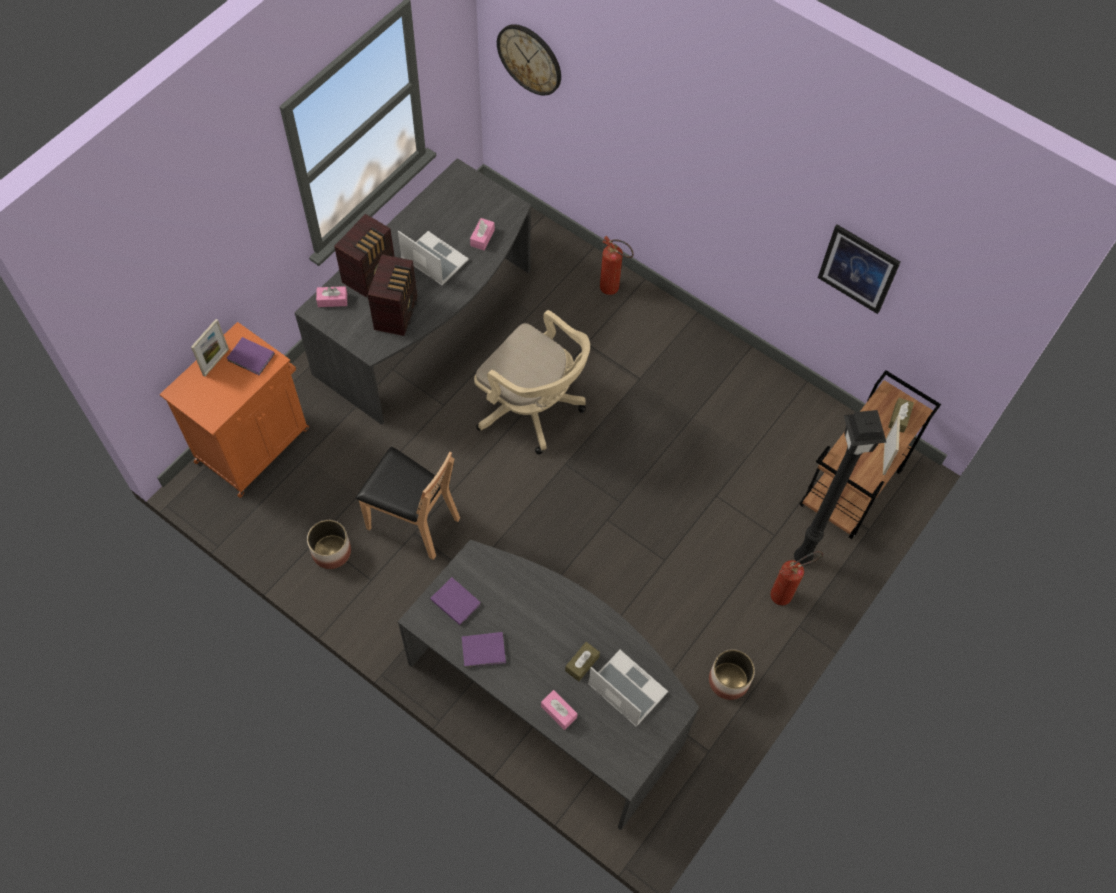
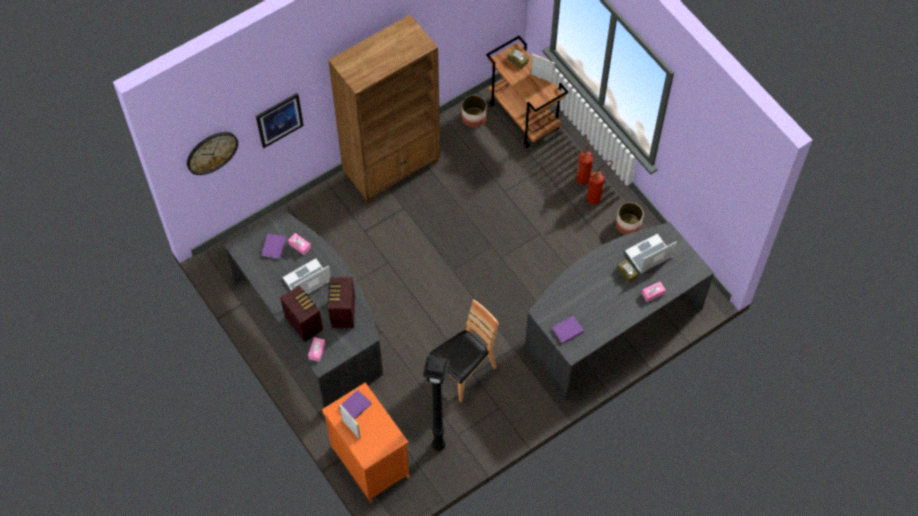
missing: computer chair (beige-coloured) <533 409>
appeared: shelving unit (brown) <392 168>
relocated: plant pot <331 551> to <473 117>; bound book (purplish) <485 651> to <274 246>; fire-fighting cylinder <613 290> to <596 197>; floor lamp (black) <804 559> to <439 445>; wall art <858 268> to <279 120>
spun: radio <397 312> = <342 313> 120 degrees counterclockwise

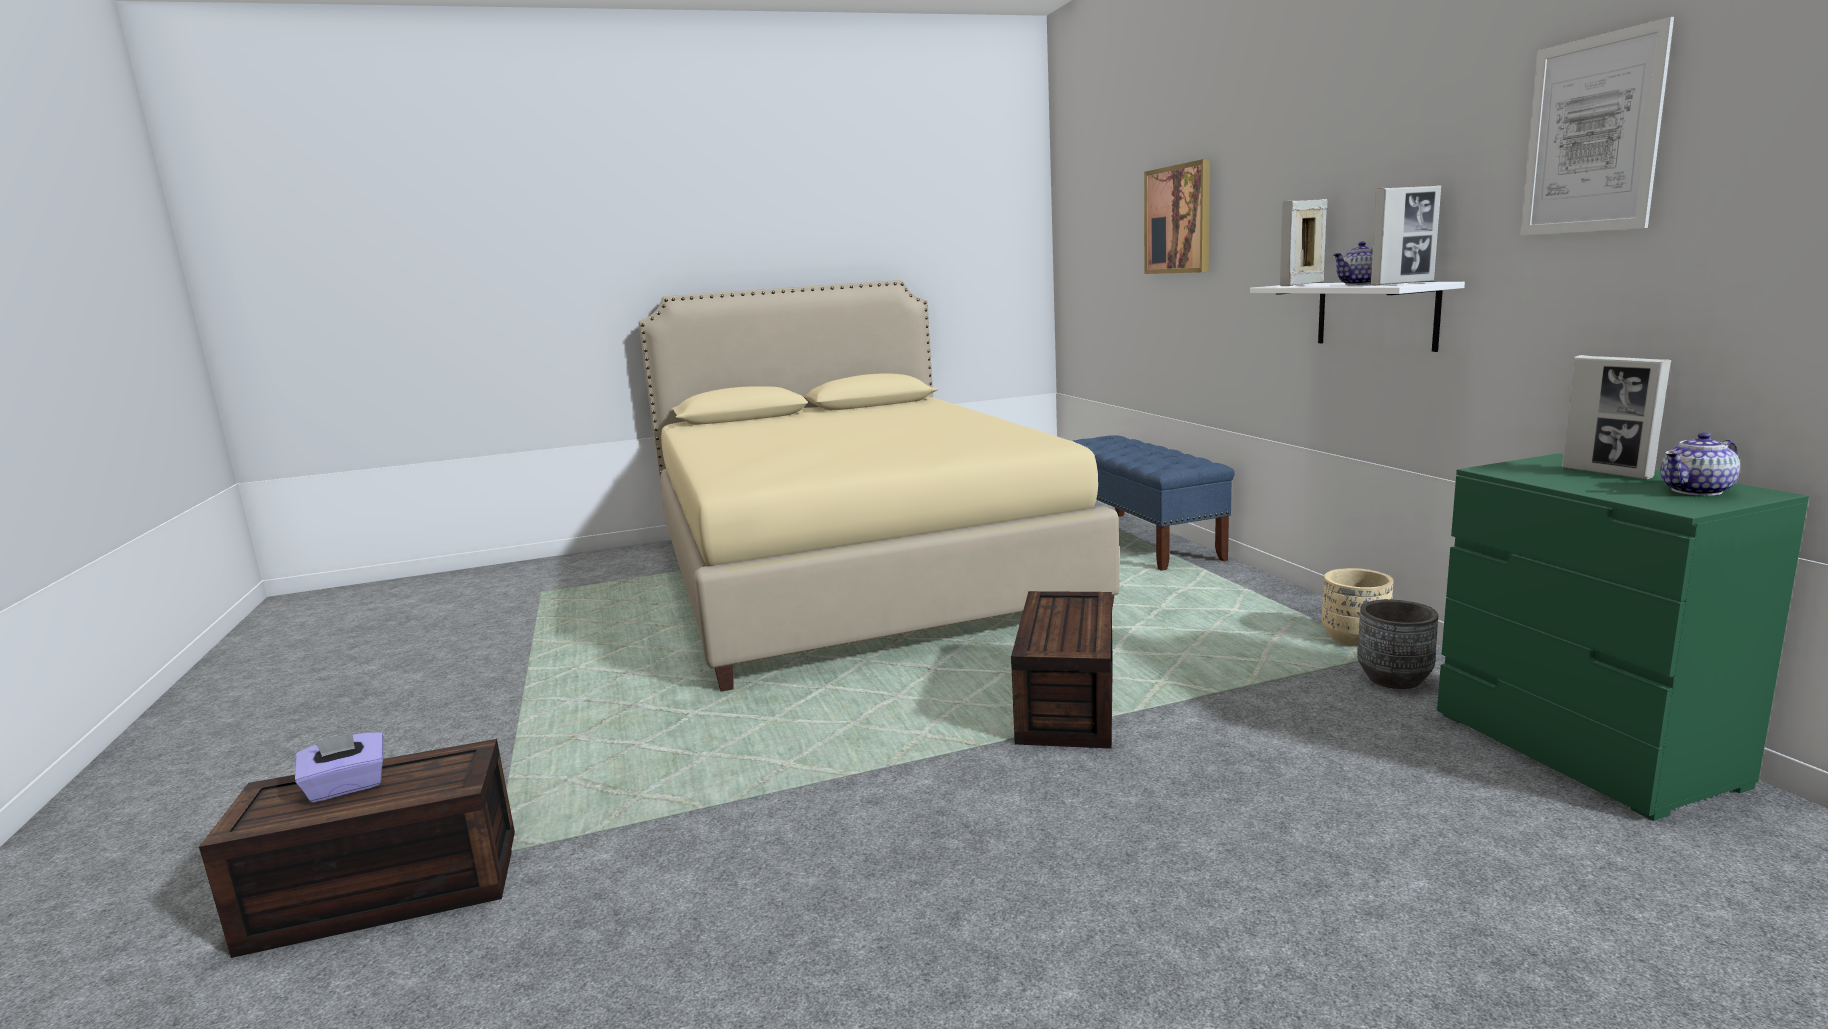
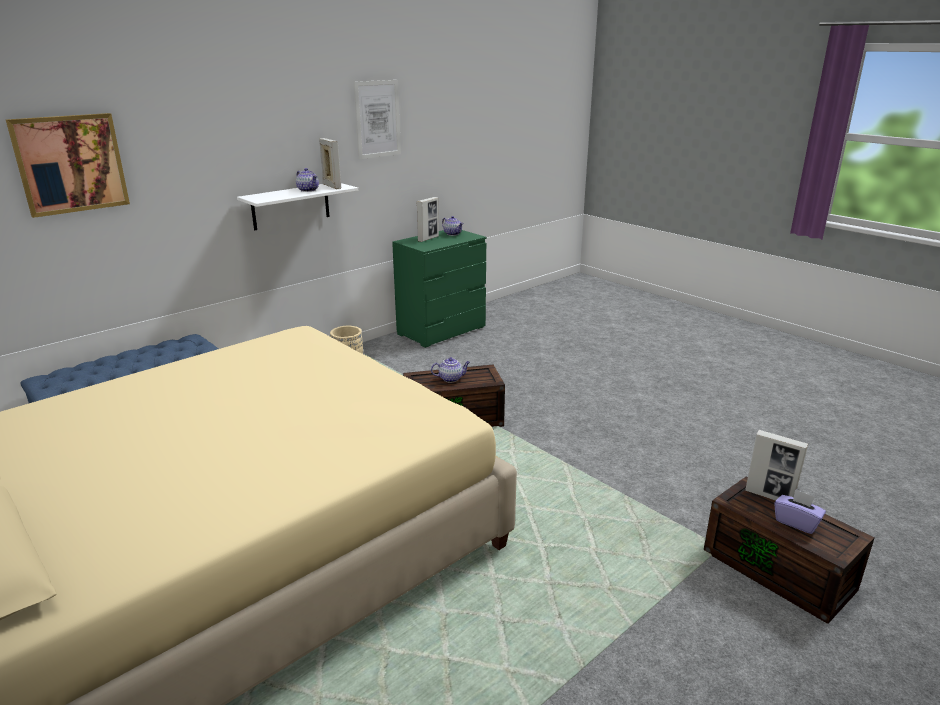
missing: plant pot (grey) <1394 679>
appeared: teapot <451 378>
relocated: standing frame <1301 284> to <769 496>

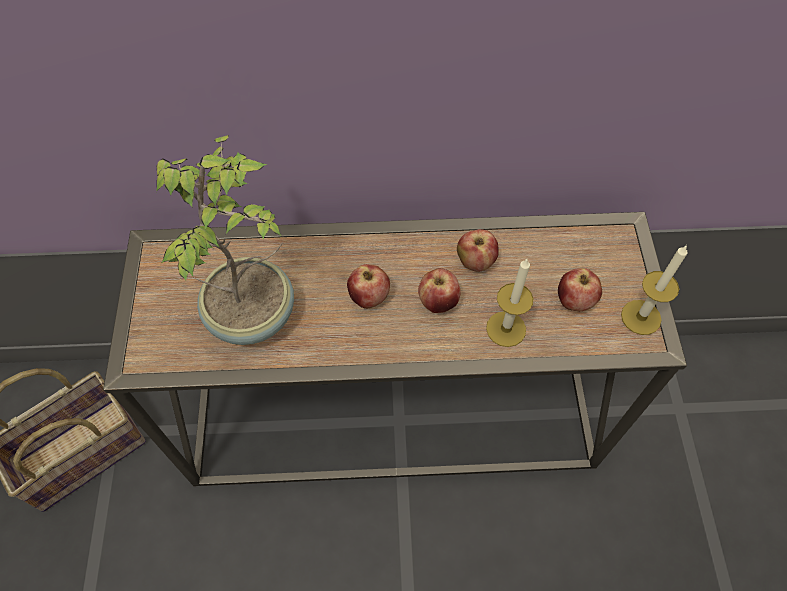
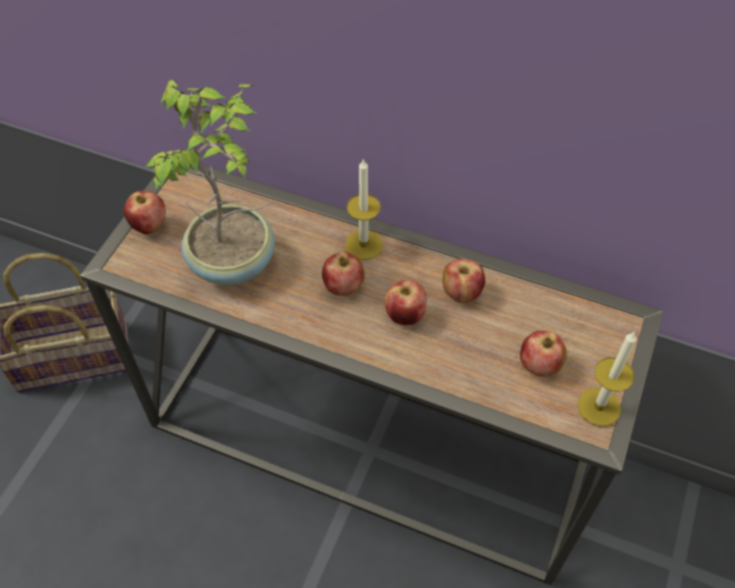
appeared: whole apple <149 226>
relocated: candle <506 329> to <363 245>

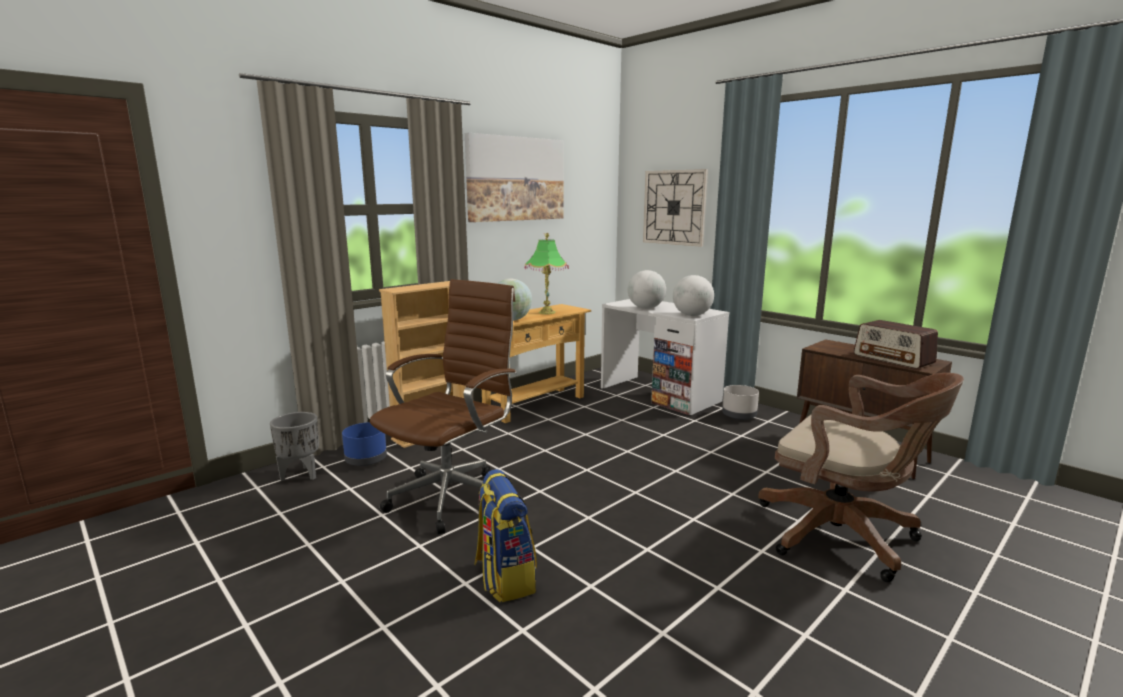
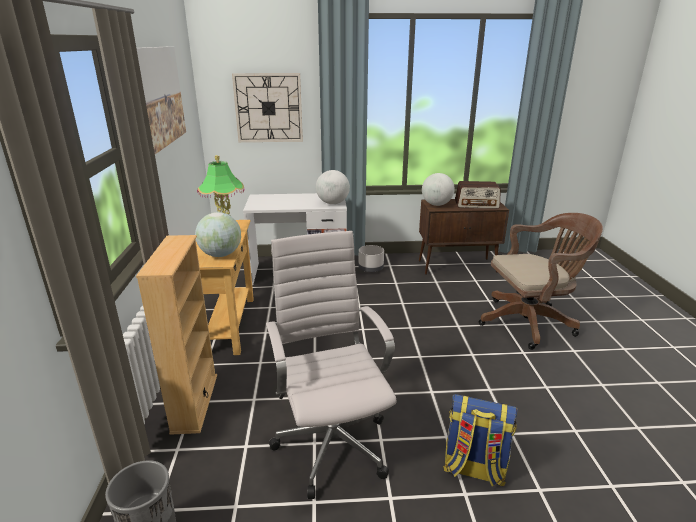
missing: plant pot (blue) <366 460>
relocated: desk globe <645 308> to <436 204>
colour: computer chair (brown) <453 496> to computer chair (whitish) <331 442>

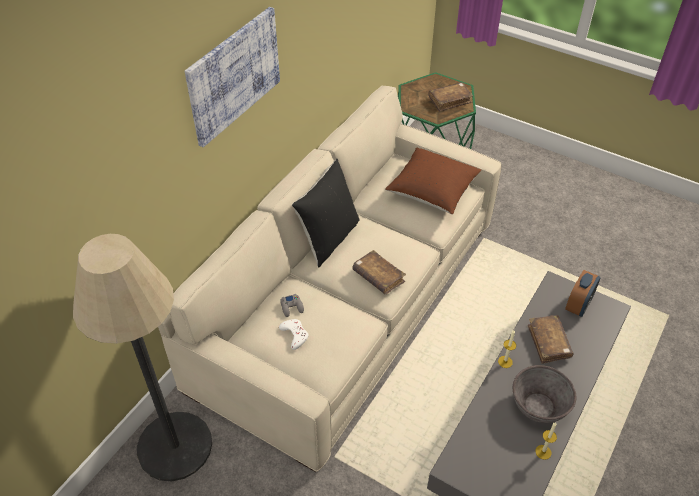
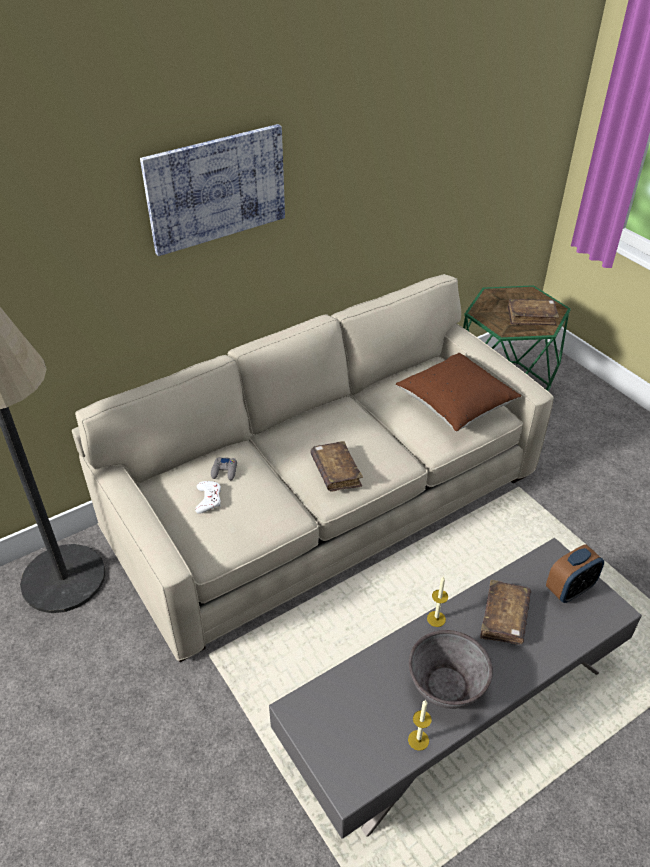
missing: pillow (black) <328 238>

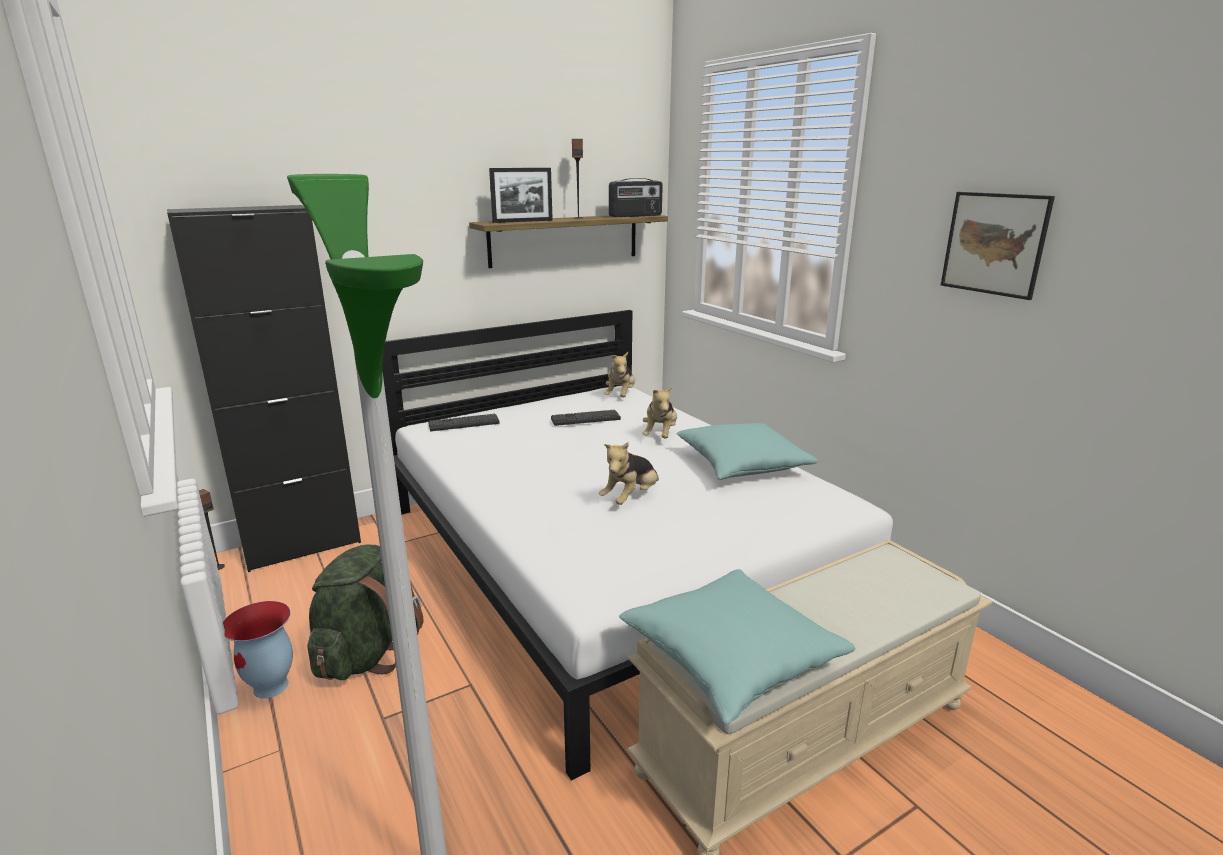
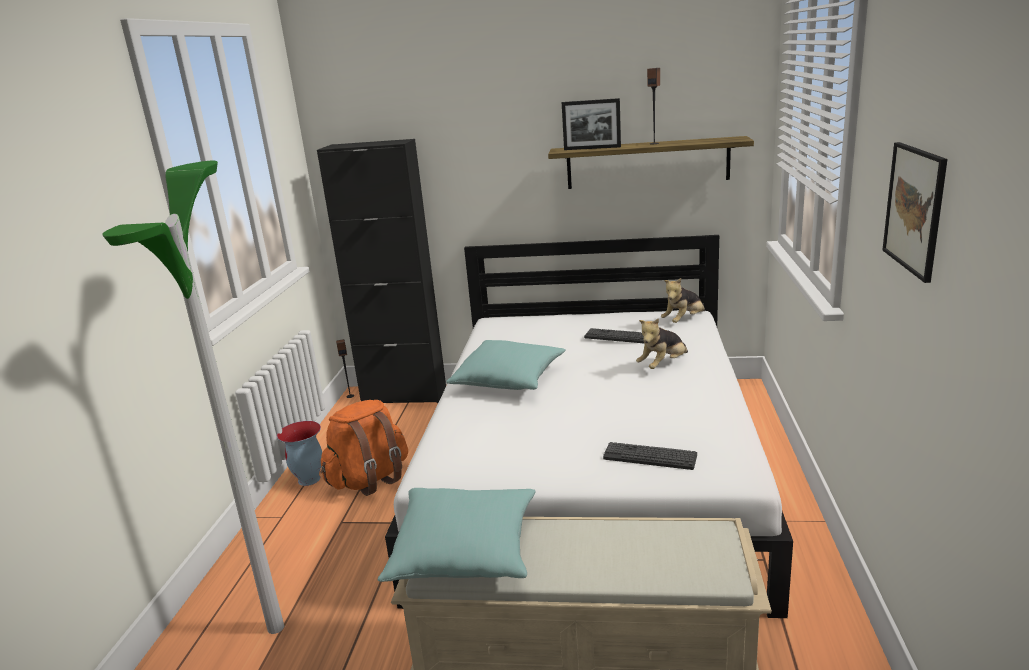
missing: cuddly toy <631 498>; radio <635 216>
relocated: PC keyboard <464 423> to <649 457>; pillow (turquoise-coloured) <742 465> to <509 380>
colour: rucksack (green-coloured) <365 655> to rucksack (orange) <369 479>

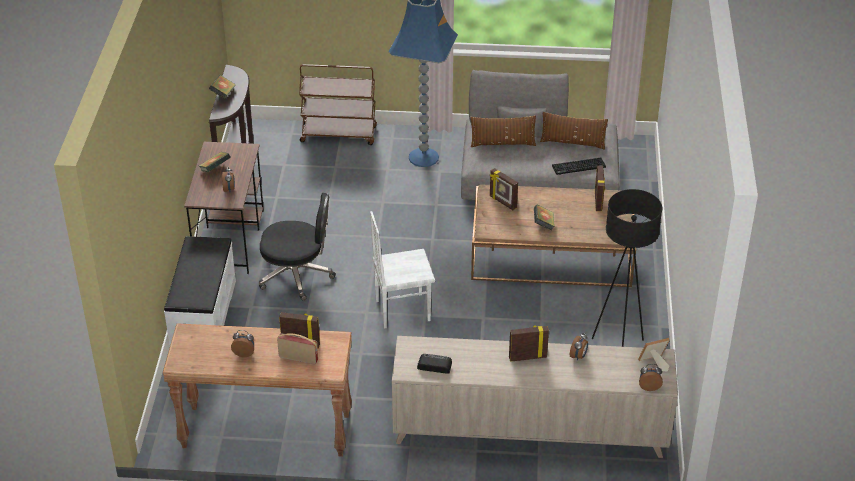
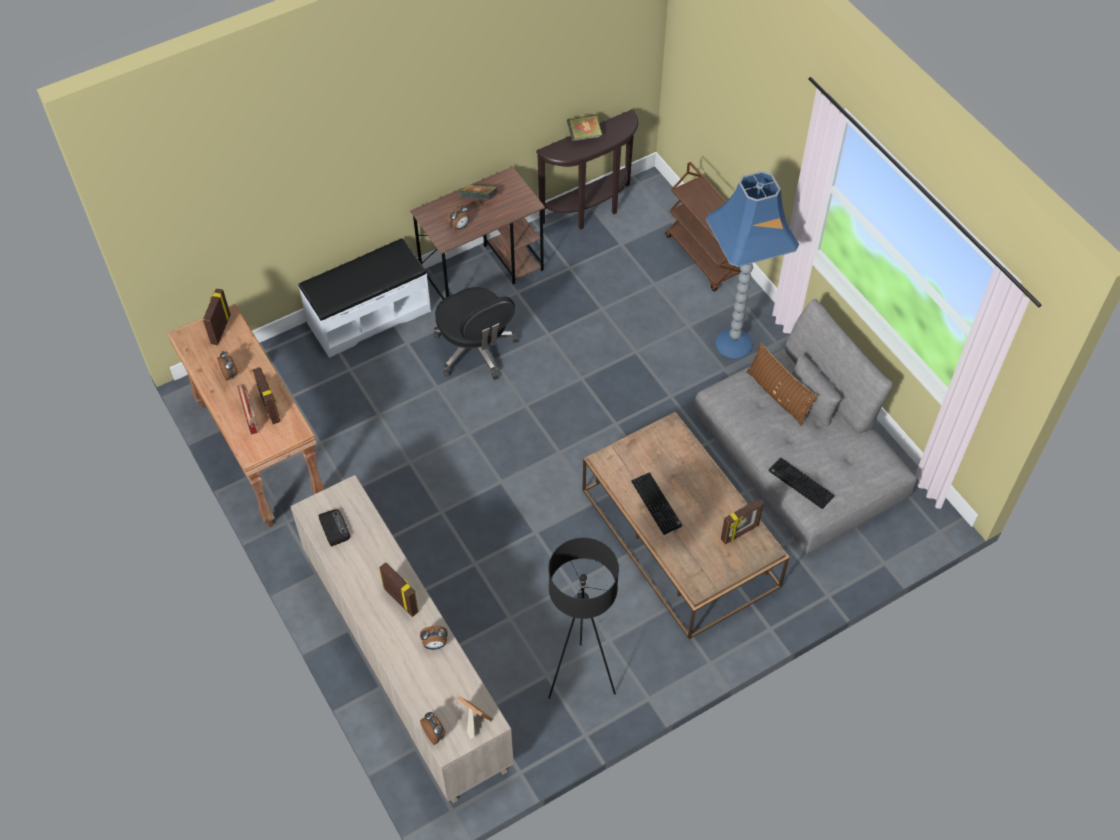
missing: upright chair (whitish) <402 310>; pillow (brown) <572 142>
relocated: standing frame <502 202> to <220 329>
exchanged: bound book <543 225> to PC keyboard <657 504>

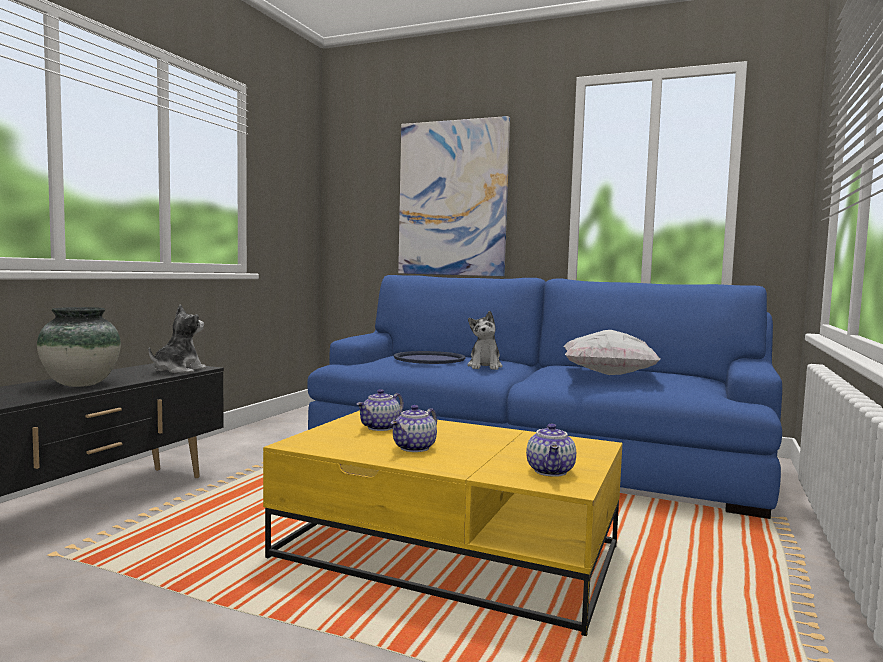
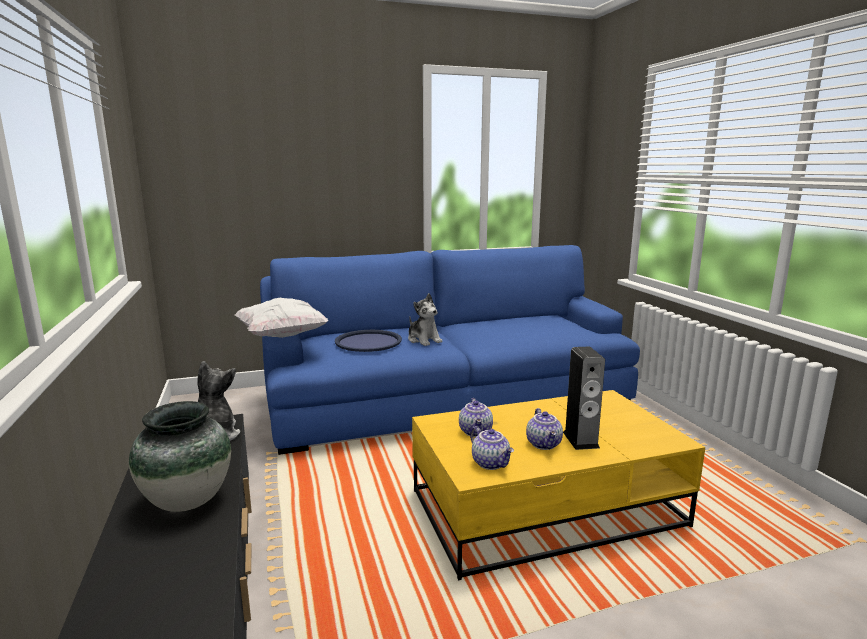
missing: wall art <452 198>
appeared: loudspeaker <580 440>
relocated: teapot <551 471> to <491 463>; pillow (whitish) <608 375> to <283 336>

